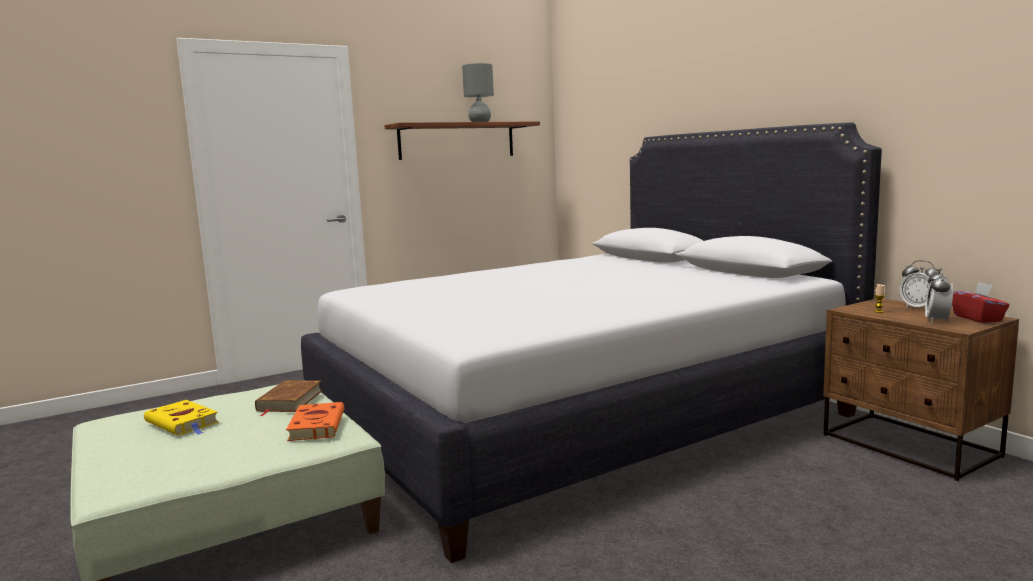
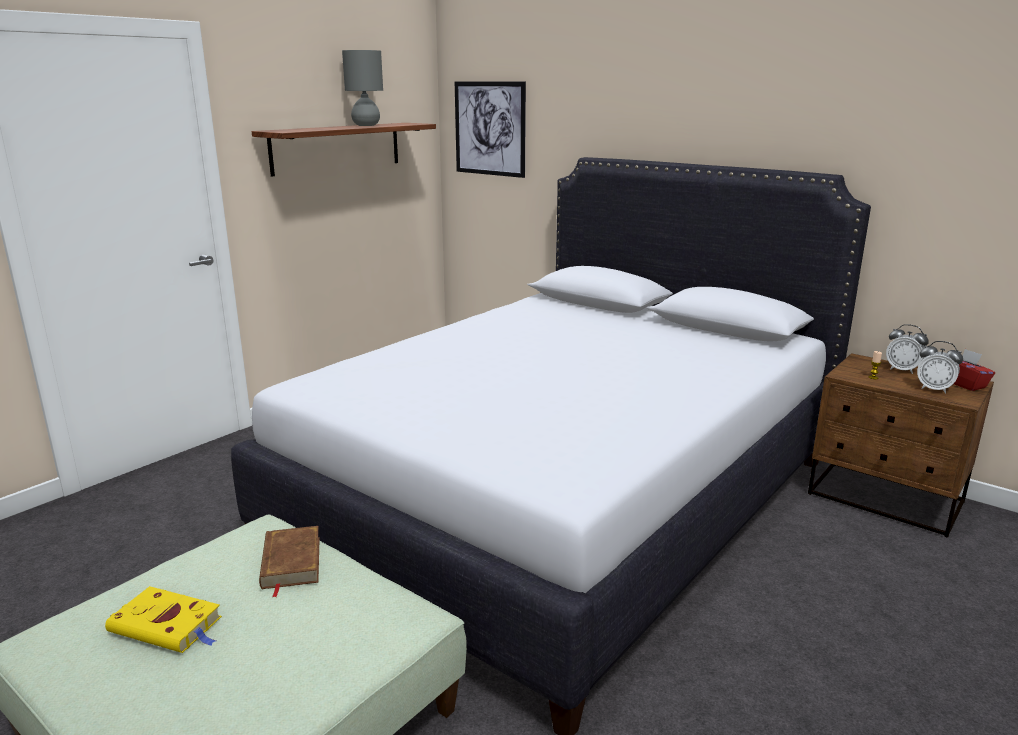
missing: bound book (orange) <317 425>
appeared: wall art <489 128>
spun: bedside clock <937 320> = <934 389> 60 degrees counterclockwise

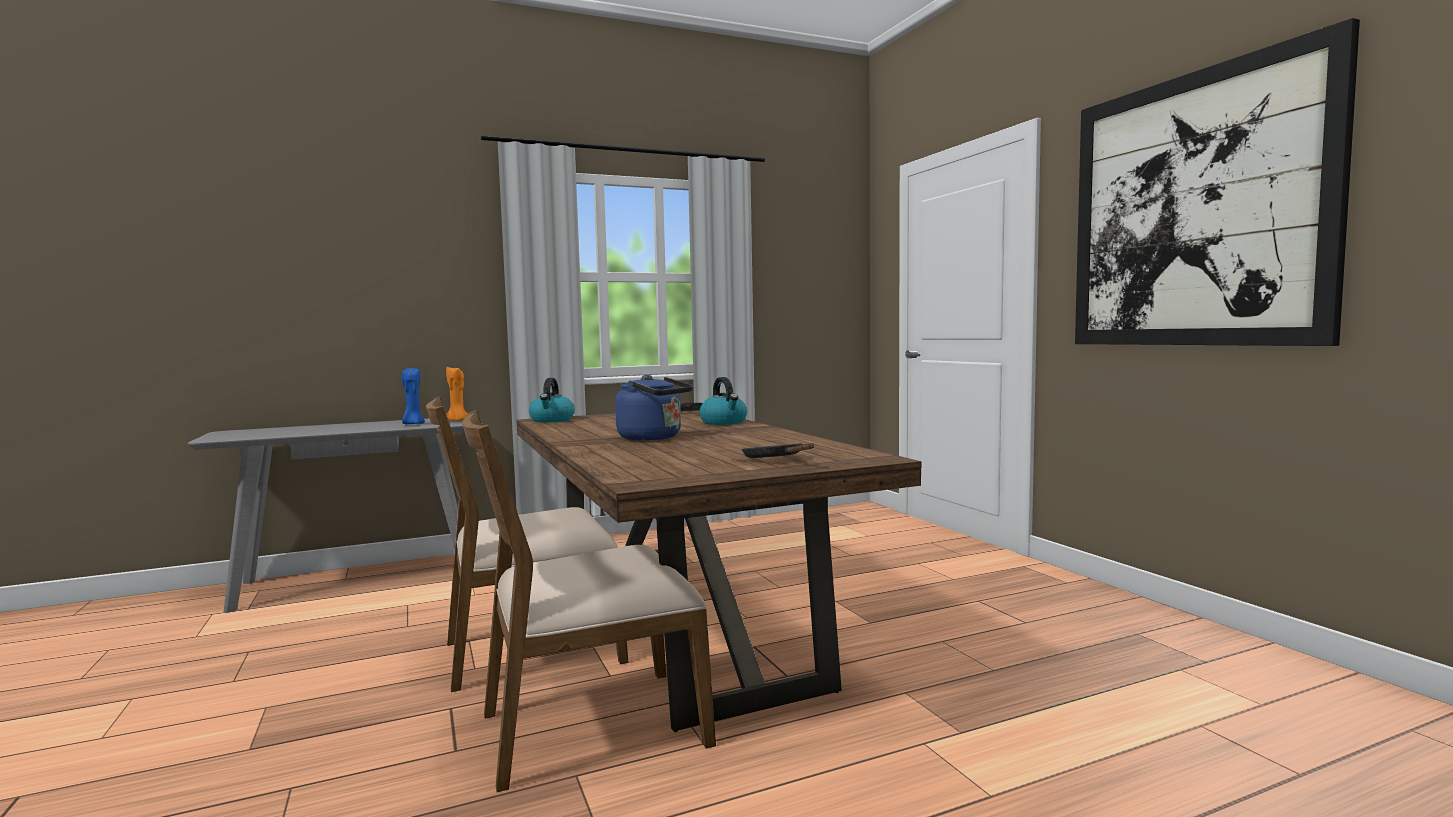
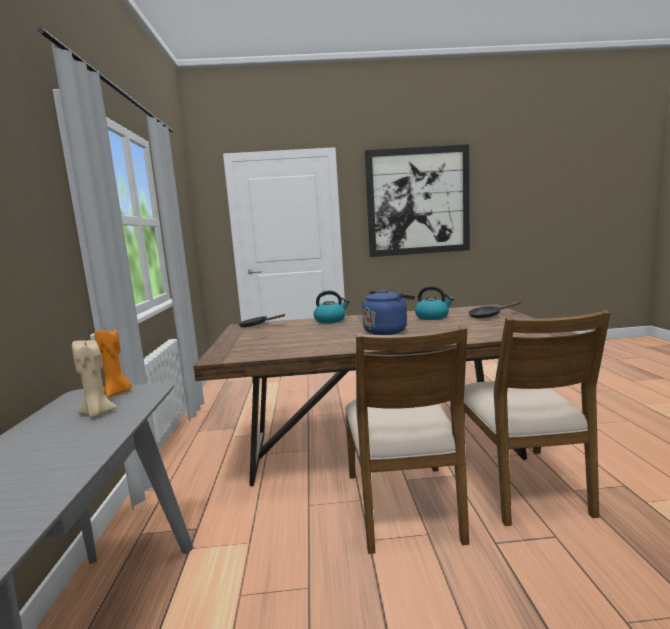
relocated: tea kettle <552 420> to <432 317>
colour: candle (blue) <413 424> to candle (beige-coloured) <97 414>

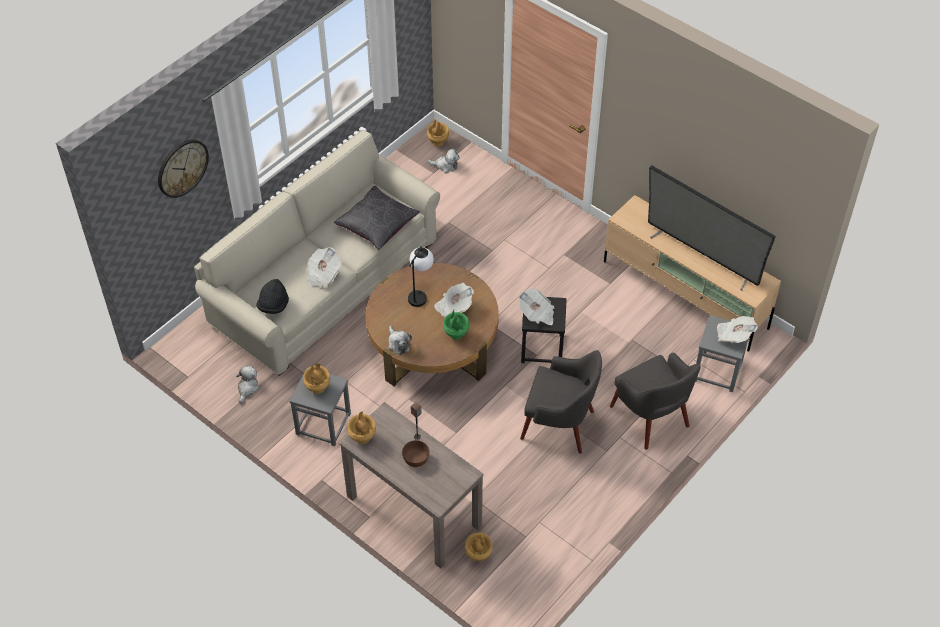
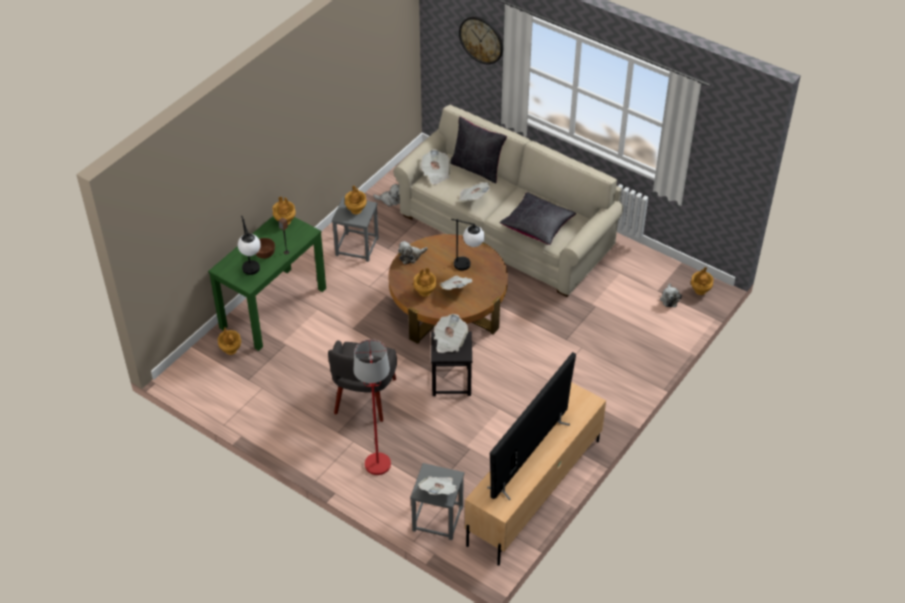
appeared: lamp for a table <253 273>; pillow (black) <477 168>
exchanged: clothing hat (black) <273 305> to daily paper <436 174>; lounge chair (grey) <650 417> to floor lamp (red) <377 464>
colour: console table (brown) <413 511> to console table (green-coloured) <273 307>; vase (green-coloured) <456 334> to vase (brown) <425 292>

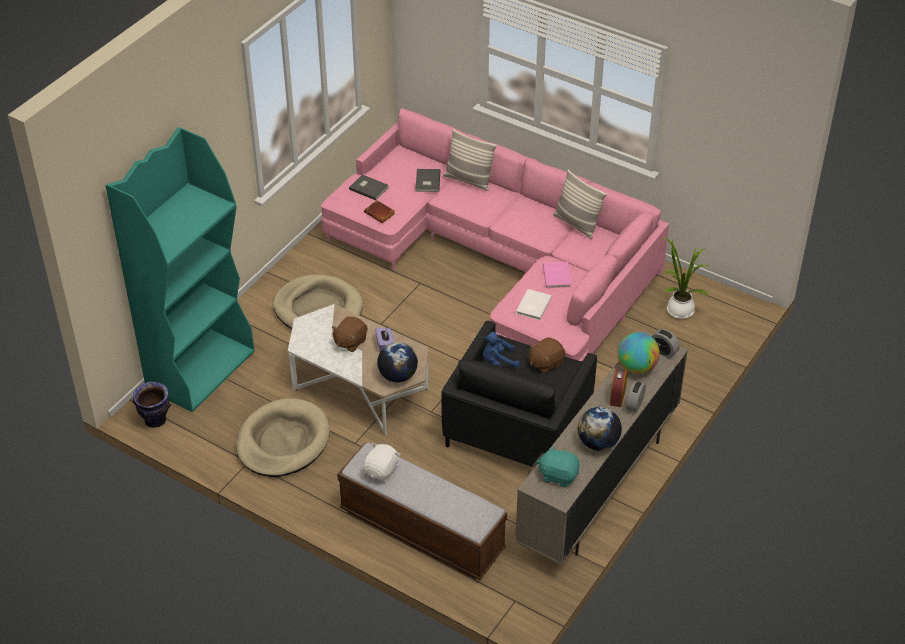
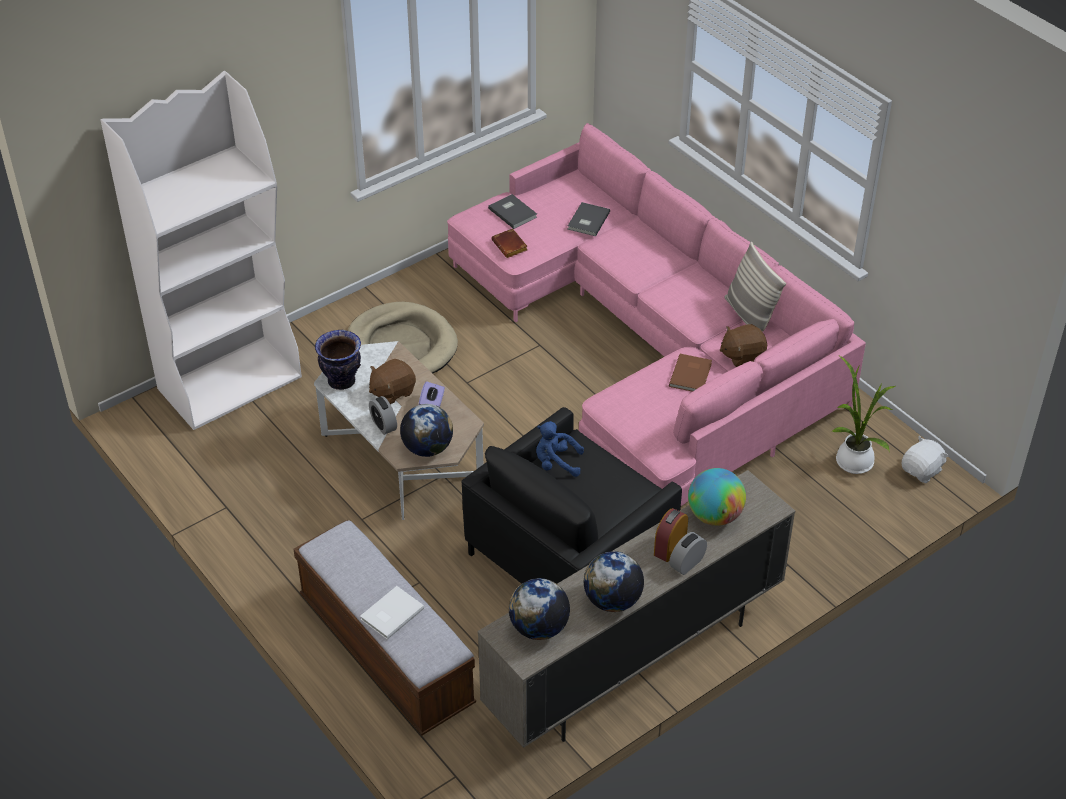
missing: dog cushion (beige-coloured) <283 441>; pillow <468 180>
relocated: vase <155 421> to <341 381>; cuddly toy (whitish) <382 471> to <922 470>; bound book (whitish) <532 305> to <390 614>; cuddly toy (brown) <545 363> to <742 355>; bedside clock <663 351> to <383 425>
exchanged: cuddly toy (turquoise-coloured) <558 475> to desk globe <539 628>
colour: shelving unit (turquoise-coloured) <201 369> to shelving unit (whitish) <230 382>; bound book (pink-coloured) <557 275> to bound book (brown) <692 374>

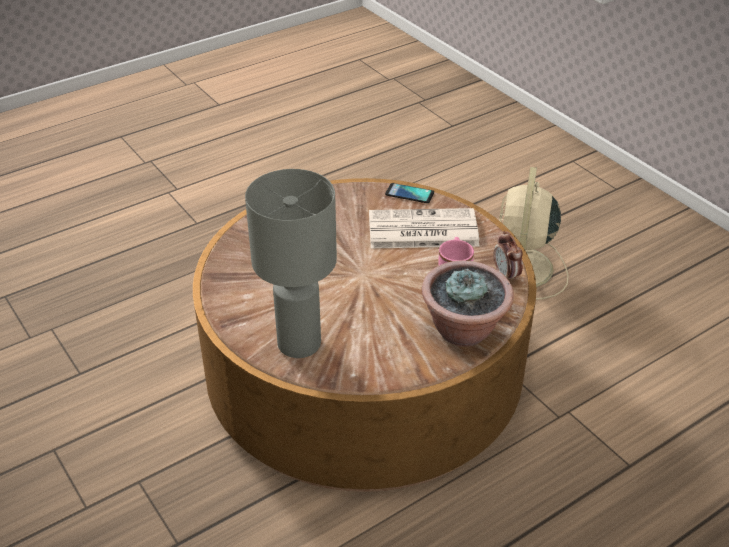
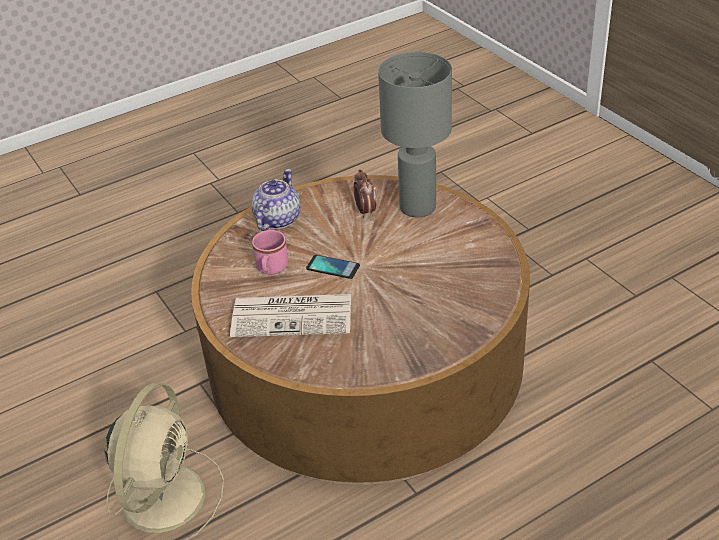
relocated: phone <409 194> to <333 267>; bedside clock <506 275> to <365 211>
exchanged: plant in a pot <464 331> to teapot <277 219>

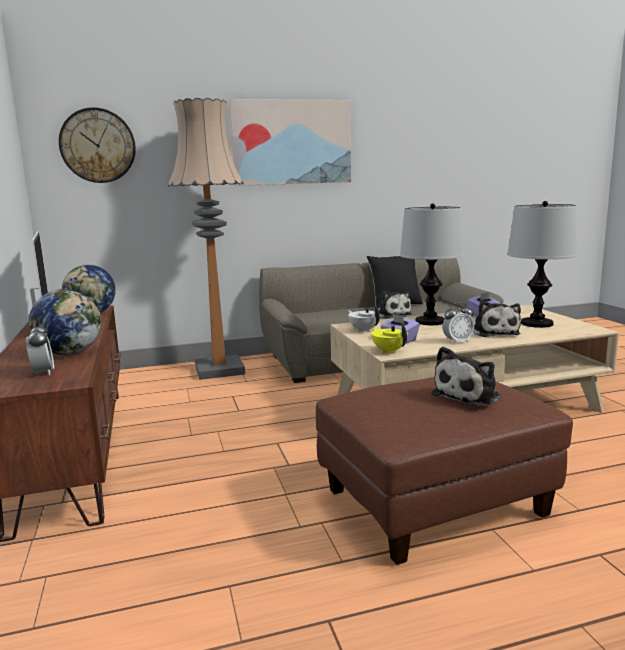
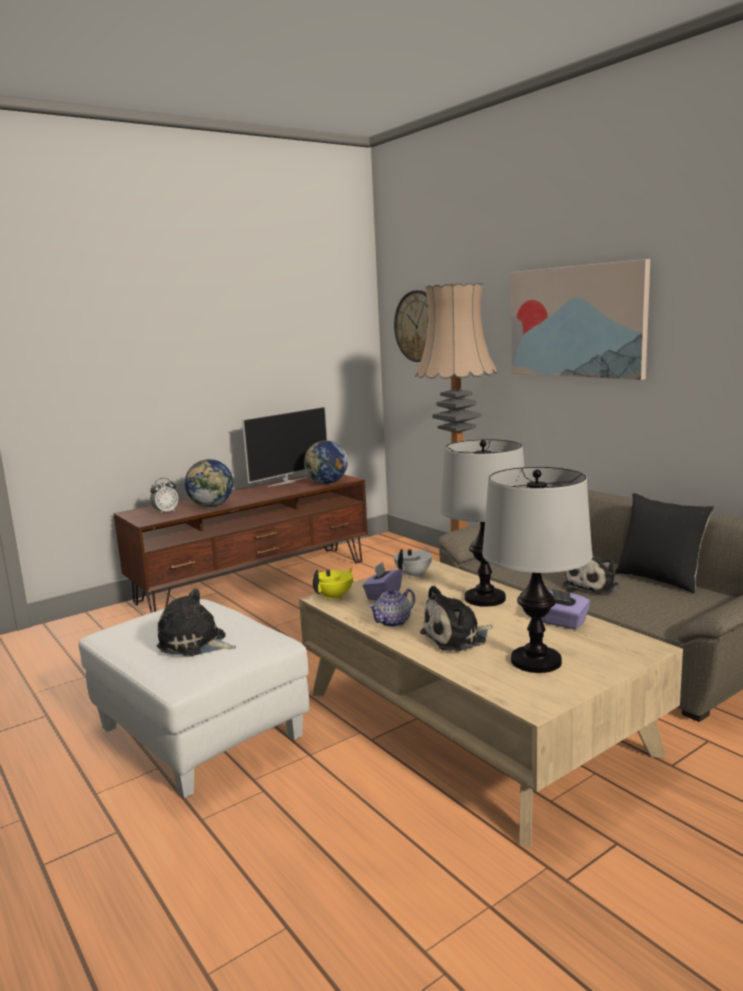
exchanged: bedside clock <457 342> to teapot <393 622>
colour: pouffe (brown) <435 503> to pouffe (whitish) <201 734>

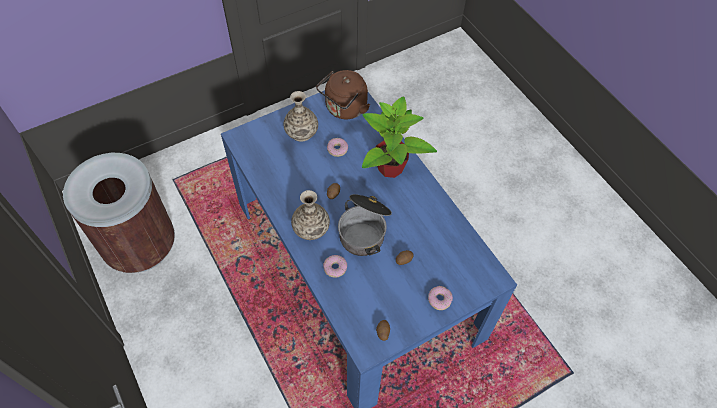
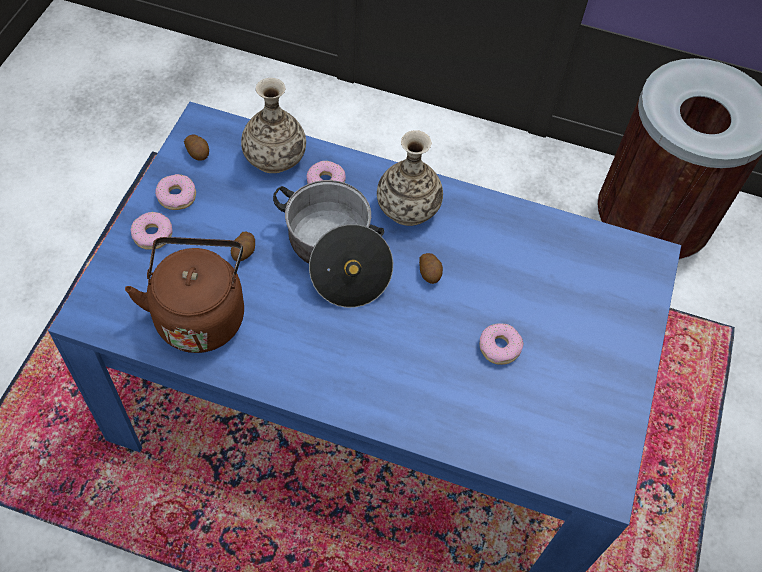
missing: plant in a pot <390 168>
appeared: doughnut <177 196>
relocated: vase <301 132> to <274 156>; tea kettle (brown) <344 109> to <200 314>

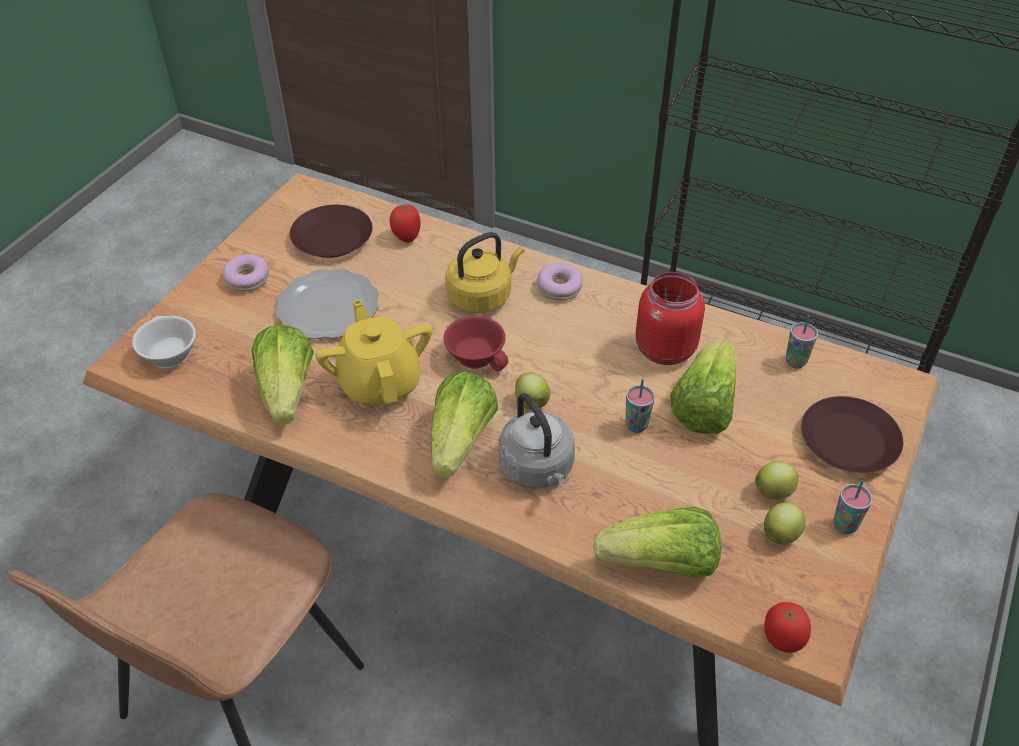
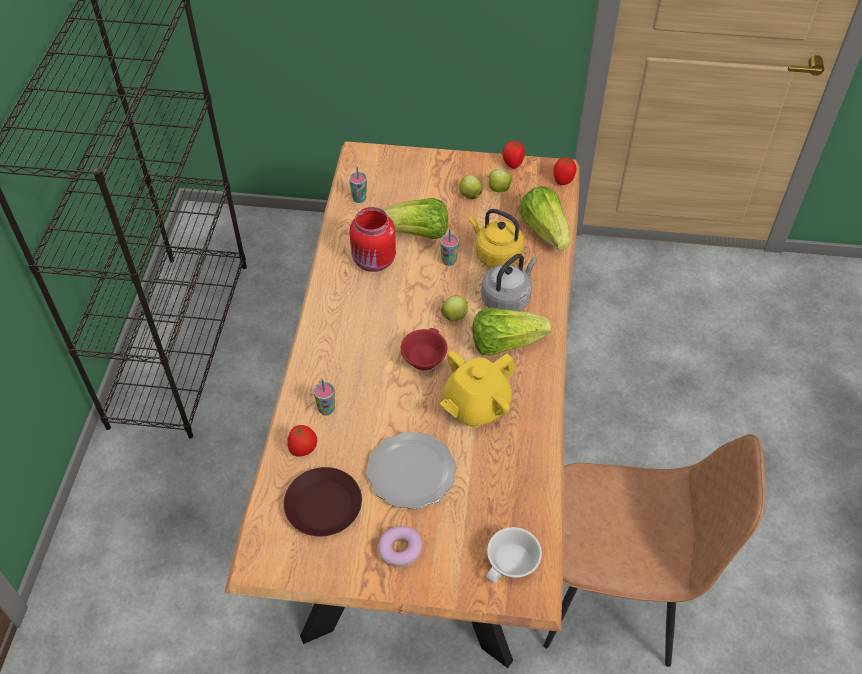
missing: head of lettuce <287 392>; doughnut <559 287>; plate (brown) <847 441>
appeared: fresh tomato <512 164>
relocated: tea kettle (yellow-coloured) <482 296> to <496 255>; drinking cup <844 525> to <326 409>

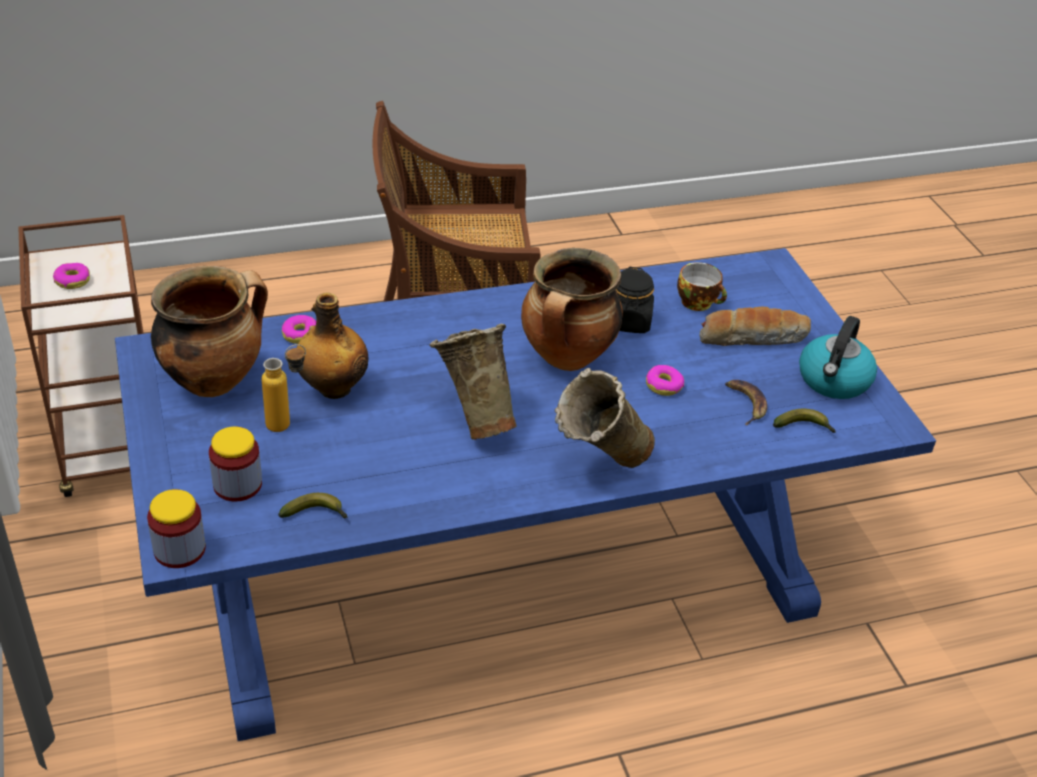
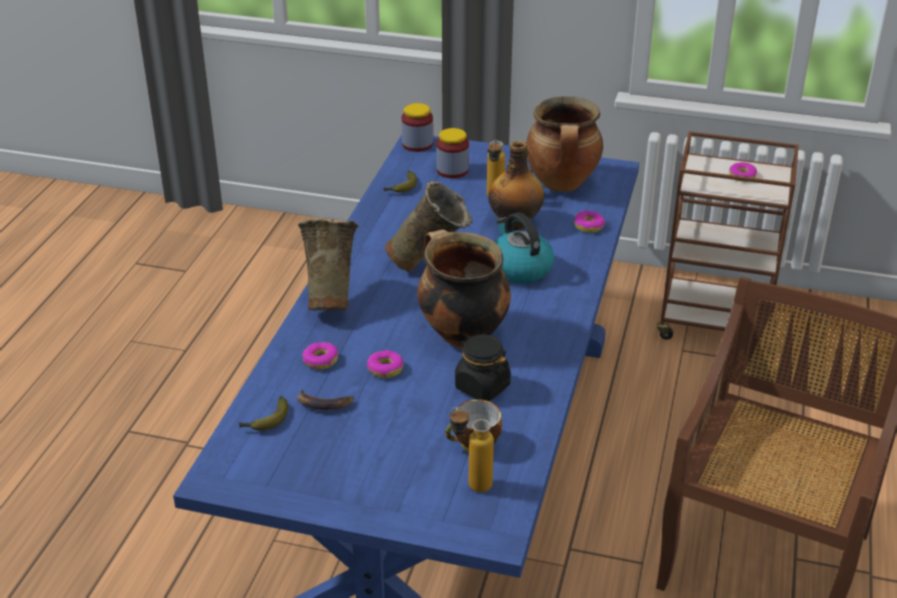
missing: baked bread <752 337>
appeared: doughnut <320 360>; drink bottle <470 483>
relocated: tea kettle <833 381> to <519 268>

